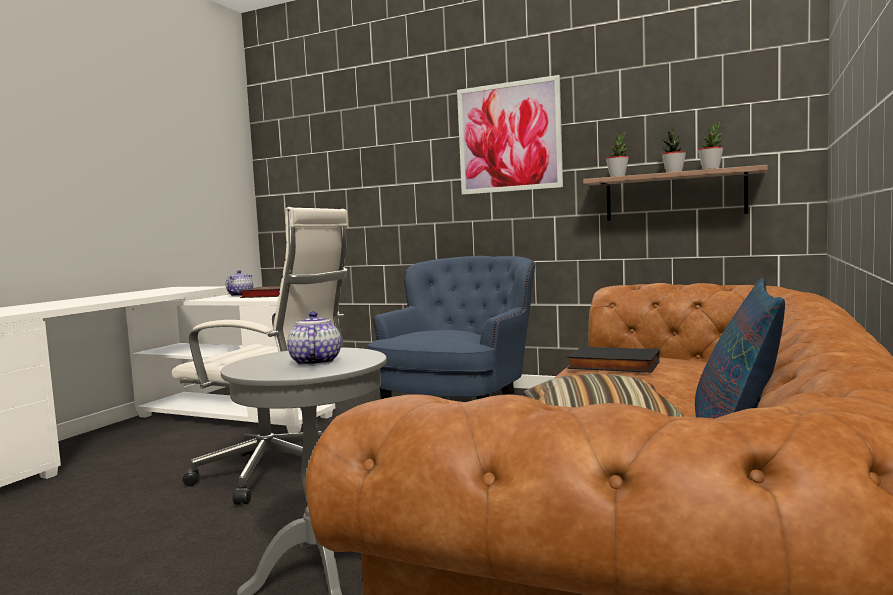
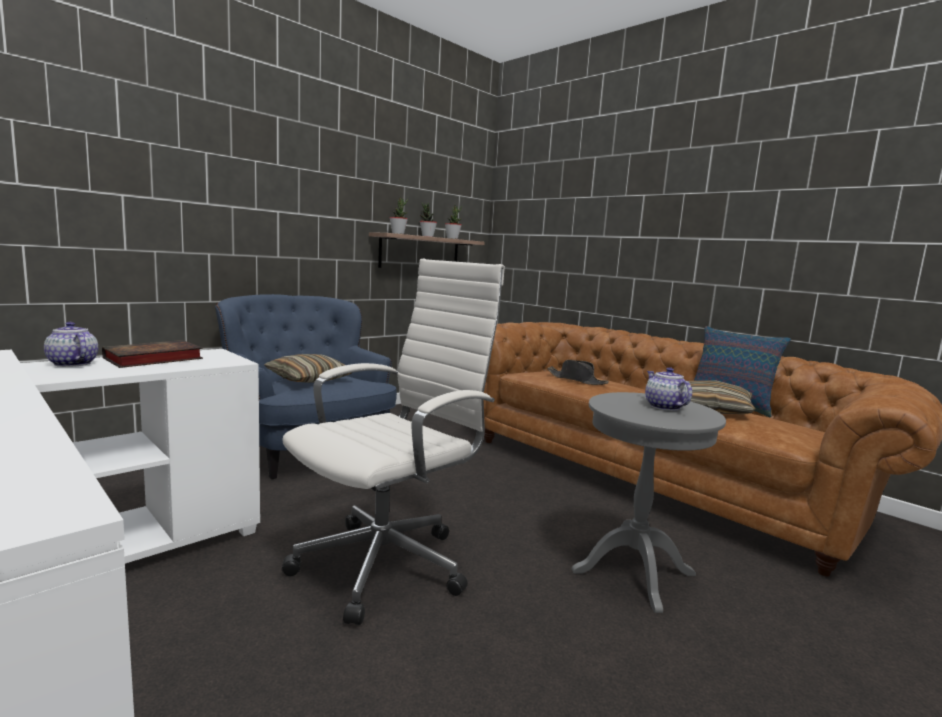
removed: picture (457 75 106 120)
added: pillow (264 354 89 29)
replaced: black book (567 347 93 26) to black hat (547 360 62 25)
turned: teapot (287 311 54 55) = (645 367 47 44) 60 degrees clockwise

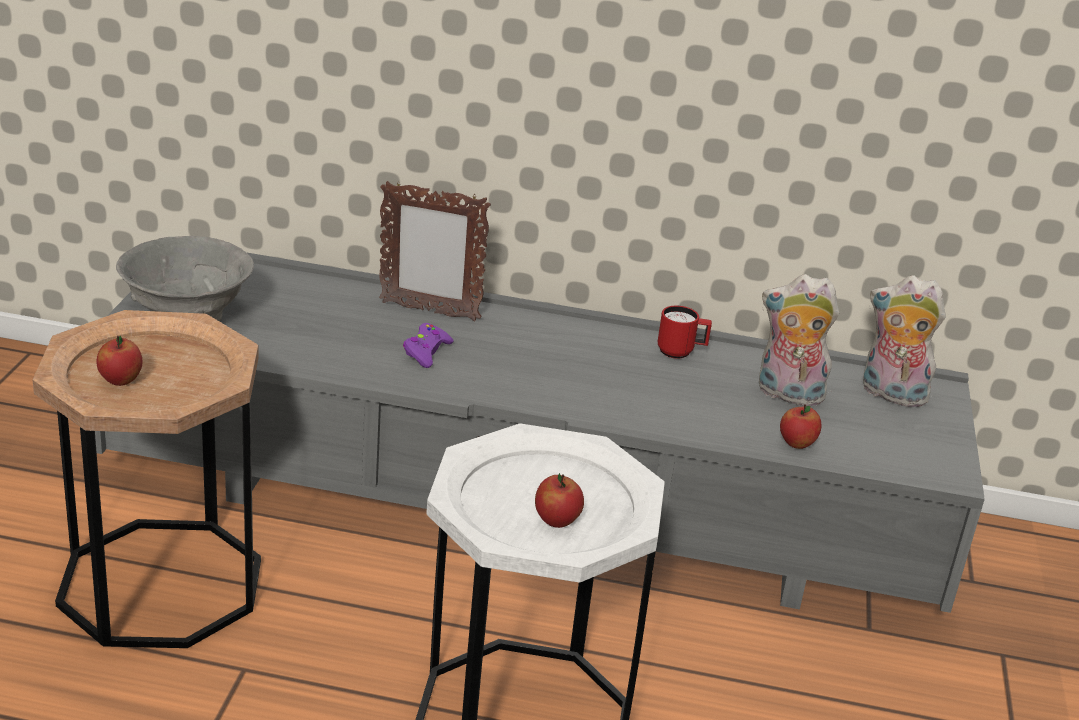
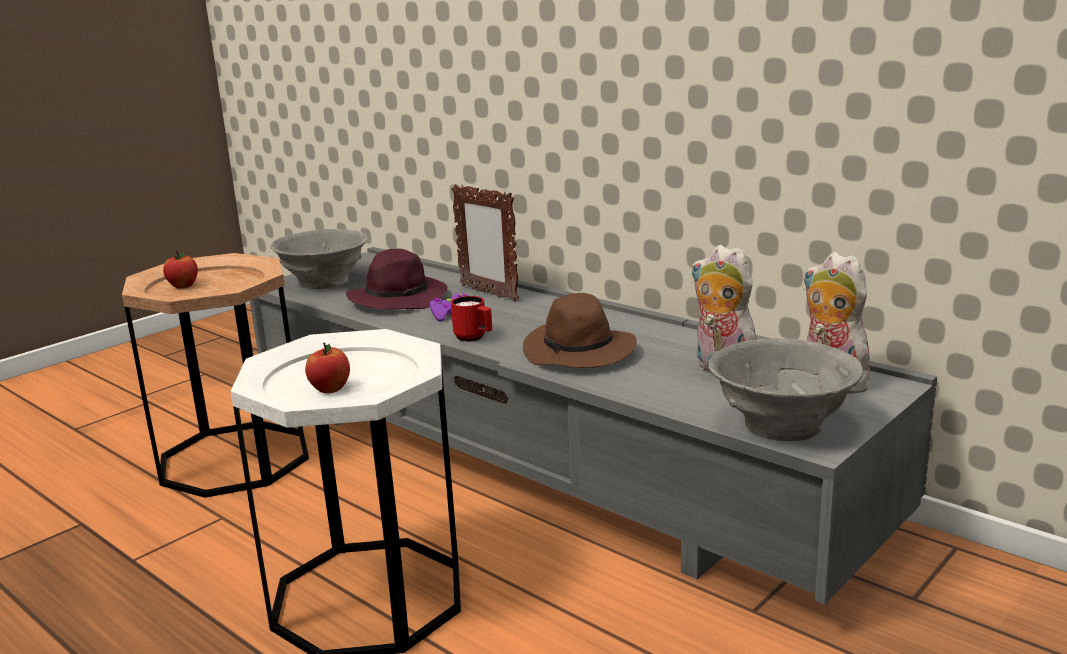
removed: apple (780 404 41 45)
added: purple hat (346 249 101 60); brown hat (523 293 114 75); grey bowl (708 338 155 103)
moved: red mug (658 306 54 53) to (451 296 41 45)

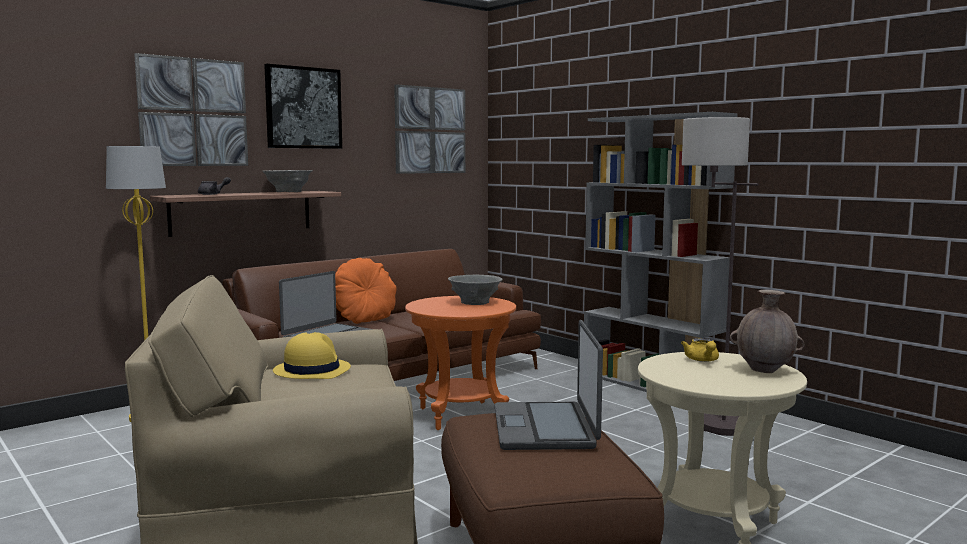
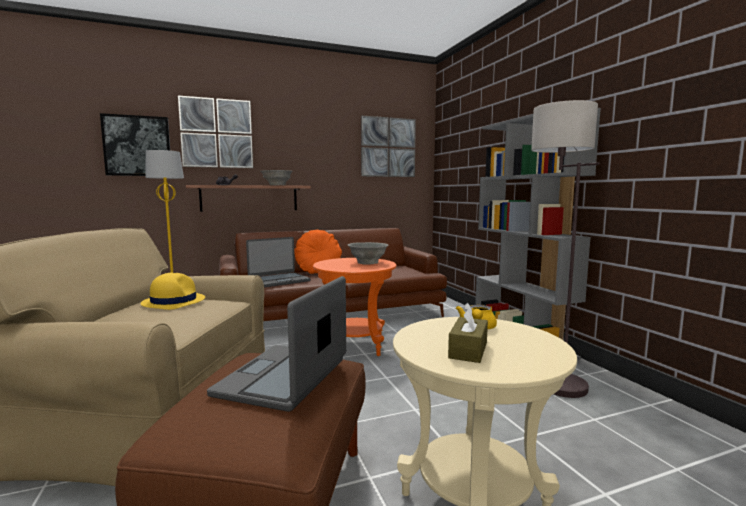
removed: brown vase (730 290 75 83)
added: brown tissue box (448 303 40 60)
moved: picture (264 64 78 85) to (100 113 70 63)

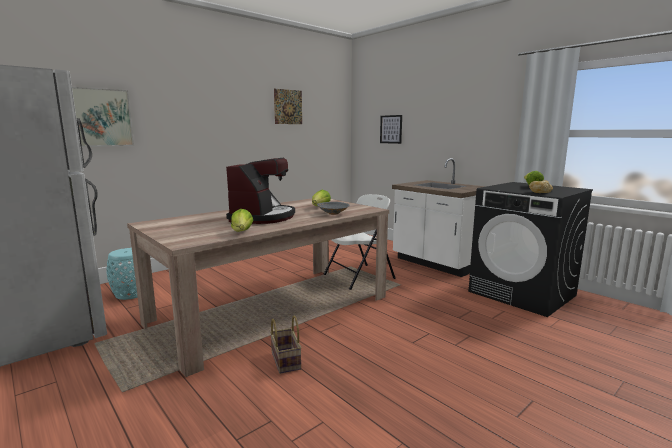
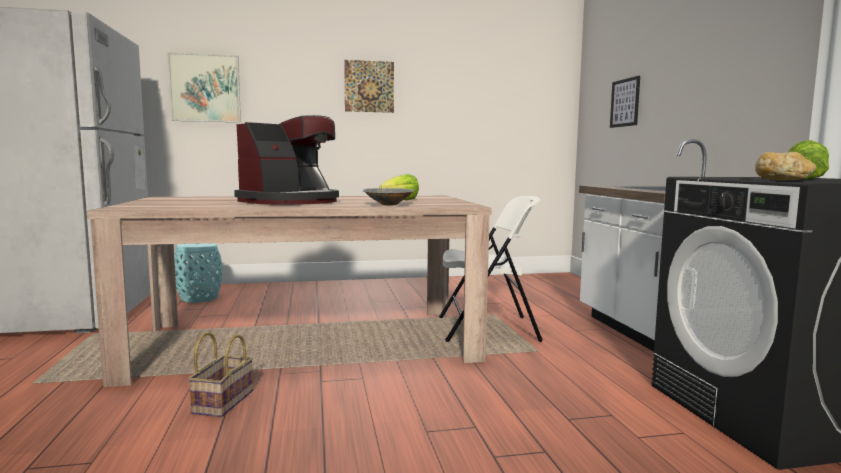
removed: lettuce (231 209 22 23)
moved: picture (274 89 28 35) to (344 60 50 53)

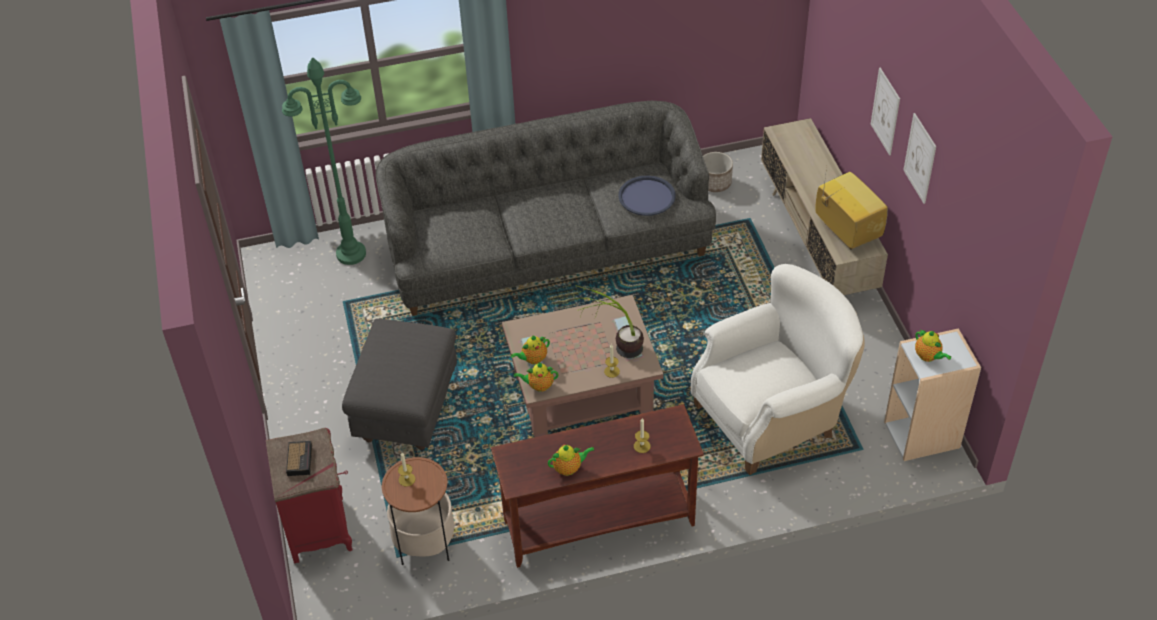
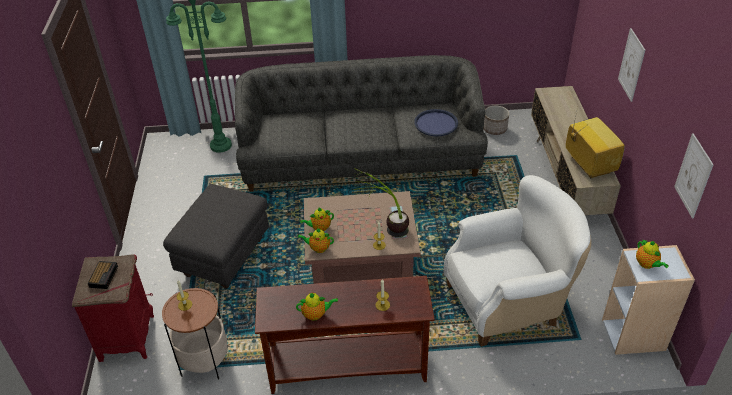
moved: picture (903 113 33 91) to (674 133 40 85)

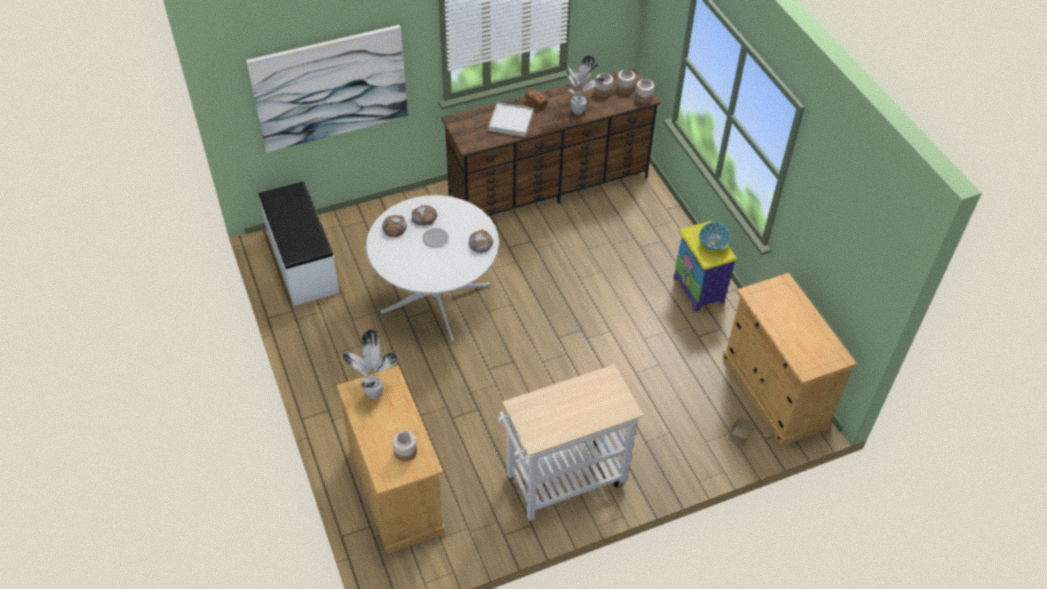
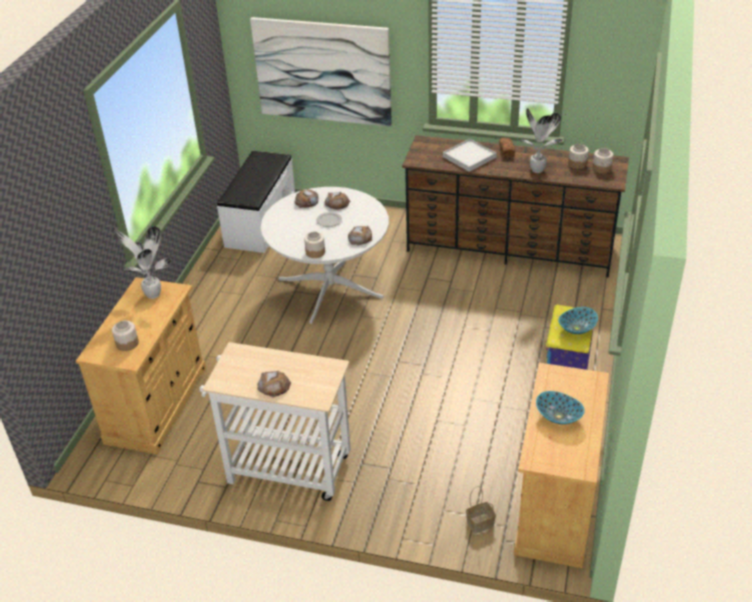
added: bread (257 371 34 27); bowl (536 391 49 33)
moved: jar (635 79 19 24) to (304 232 21 26)

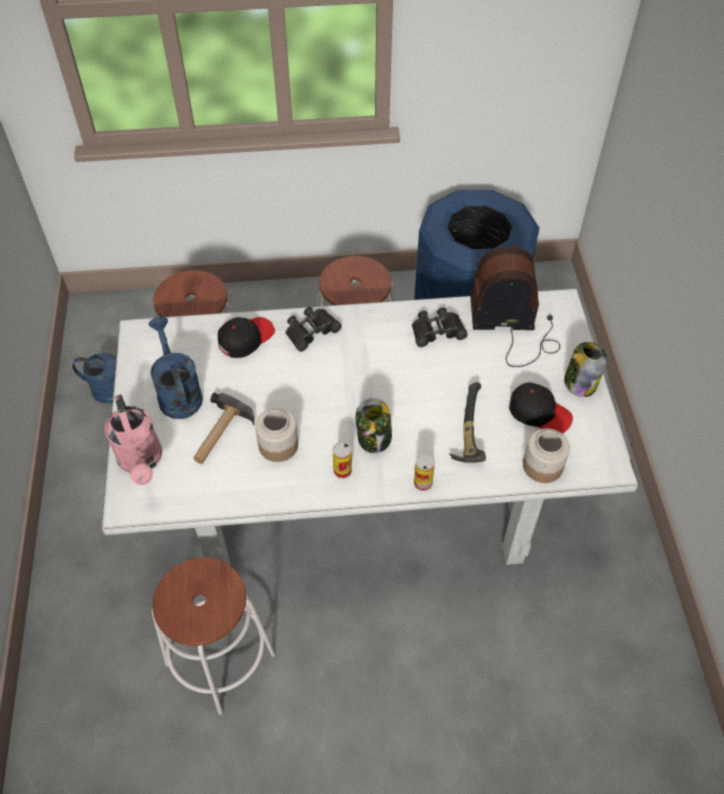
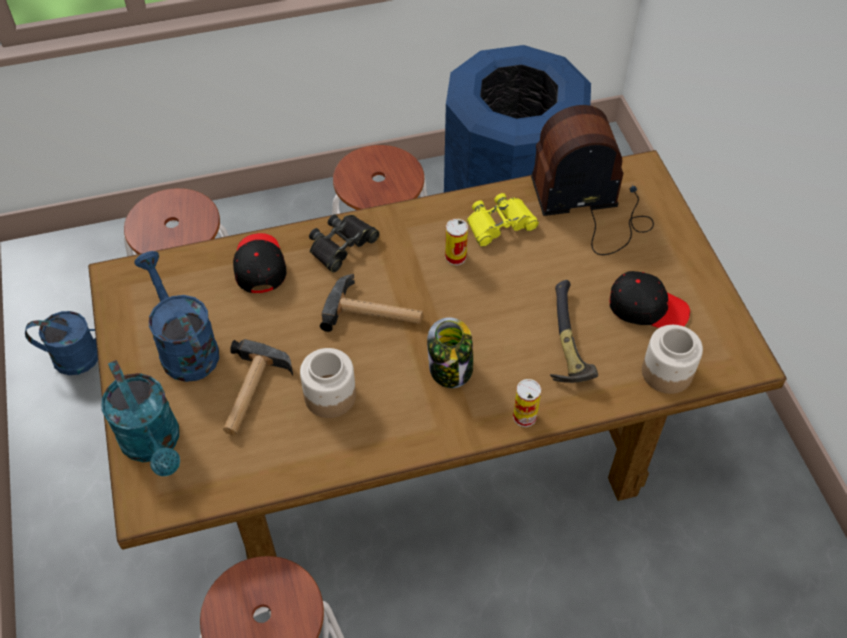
removed: jar (564 342 43 55)
added: hammer (320 274 103 58)
moved: can (333 441 19 38) to (445 219 23 47)
recoloured: white dining table (102 289 536 277) to brown dining table (88 150 699 409); pink watering can (104 394 58 91) to turquoise watering can (102 360 78 116); black binoculars (412 307 56 40) to yellow binoculars (467 193 72 54)
turned: black cap (218 317 57 41) = (233 233 54 60) 45 degrees counterclockwise

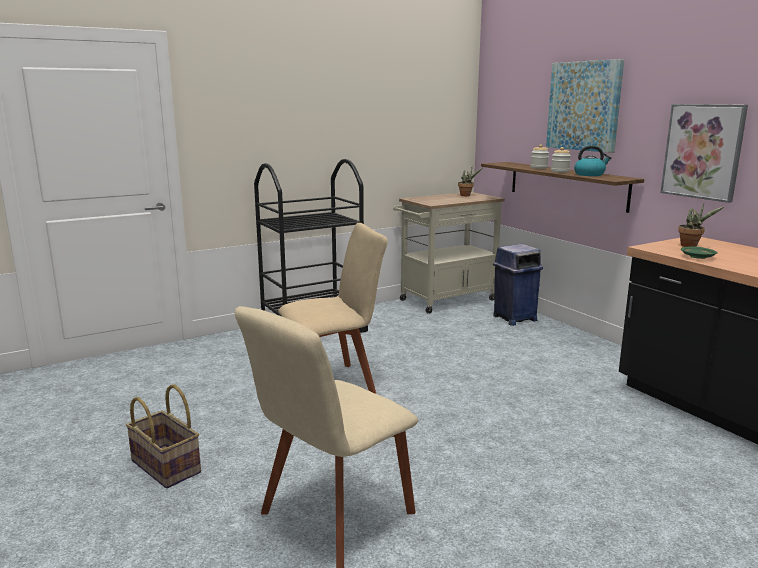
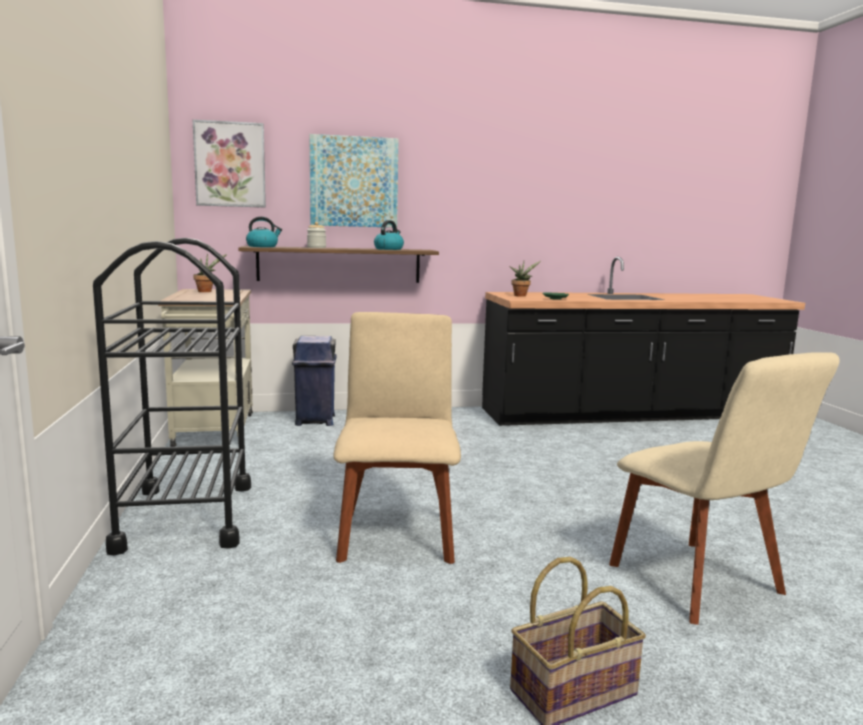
removed: jar (551 147 20 26)
added: kettle (246 217 36 30)
moved: picture (660 104 88 99) to (192 119 74 89)

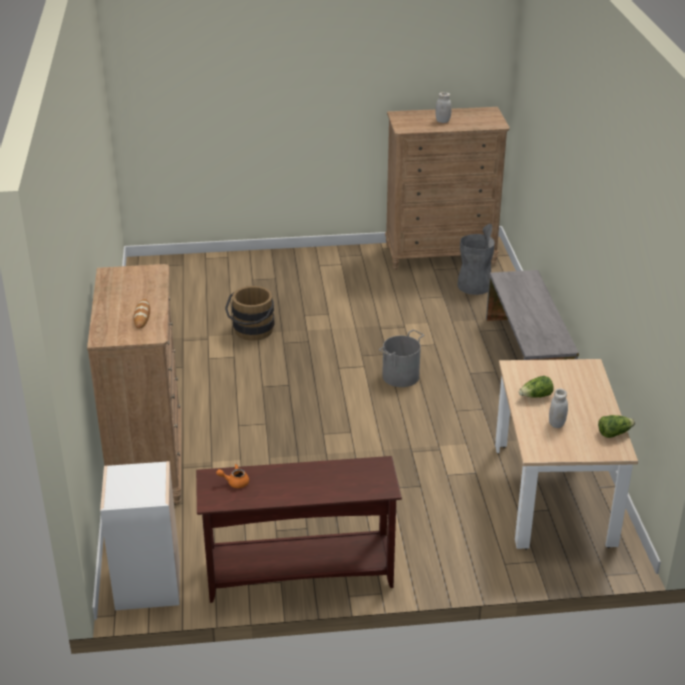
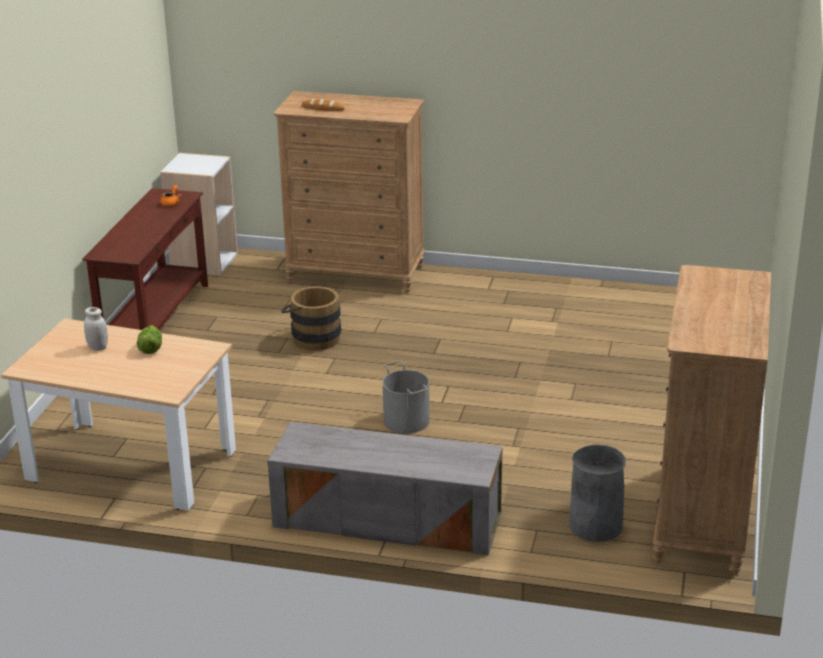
removed: white jar (436 92 16 31); lettuce (598 415 37 23)
moved: brown bucket (225 286 49 55) to (281 286 60 65)

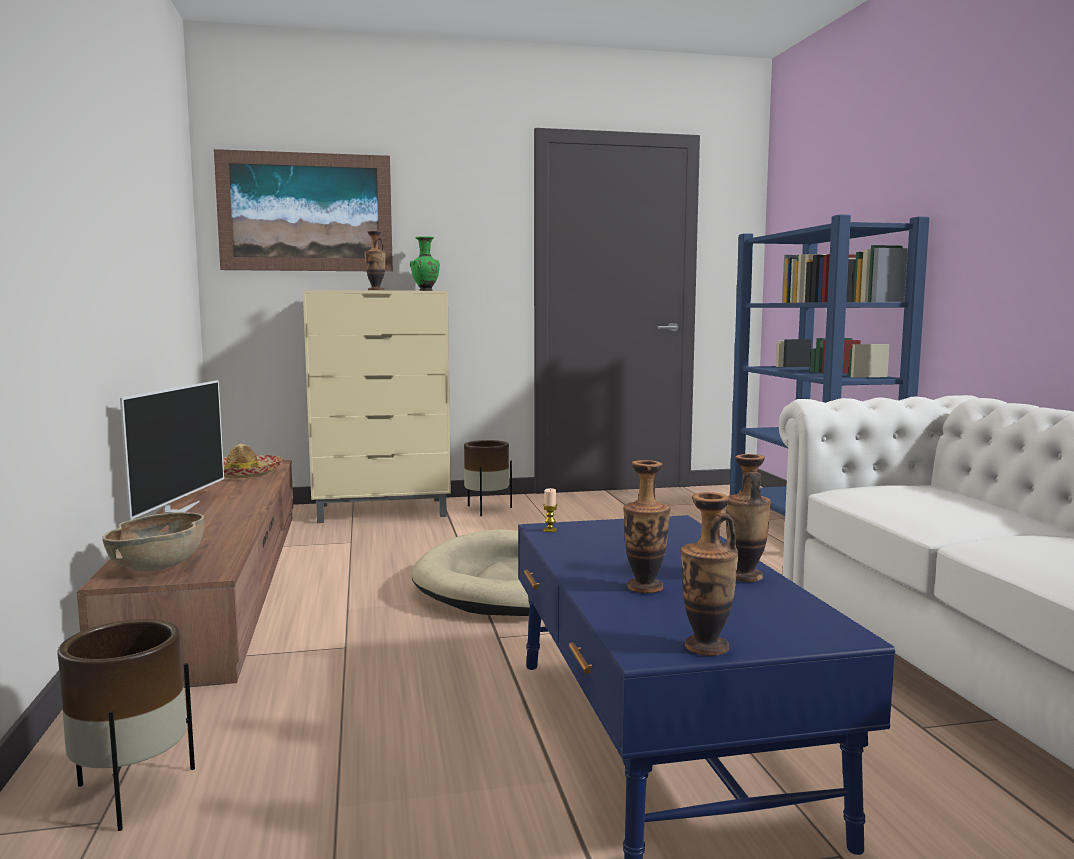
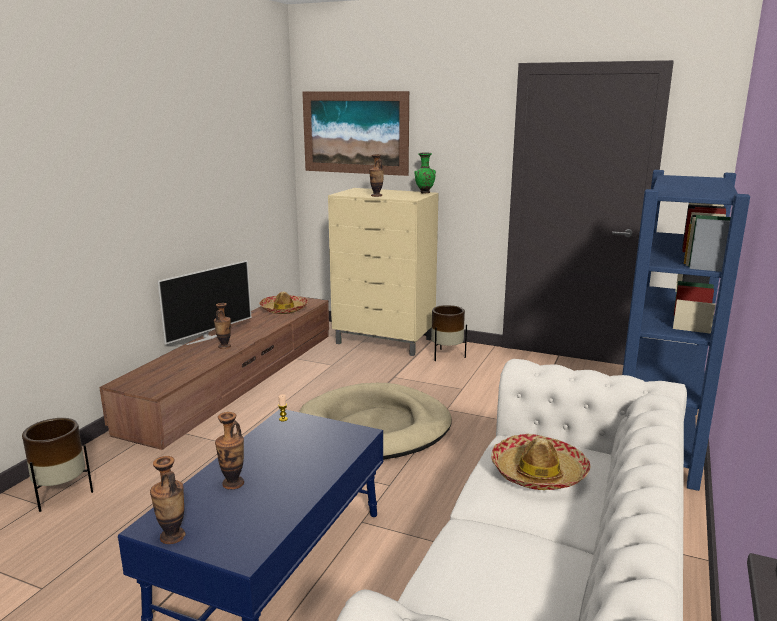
removed: brown bowl (102 512 102 60)
added: hat (491 434 100 56)
moved: vase (726 454 45 128) to (214 303 17 46)

